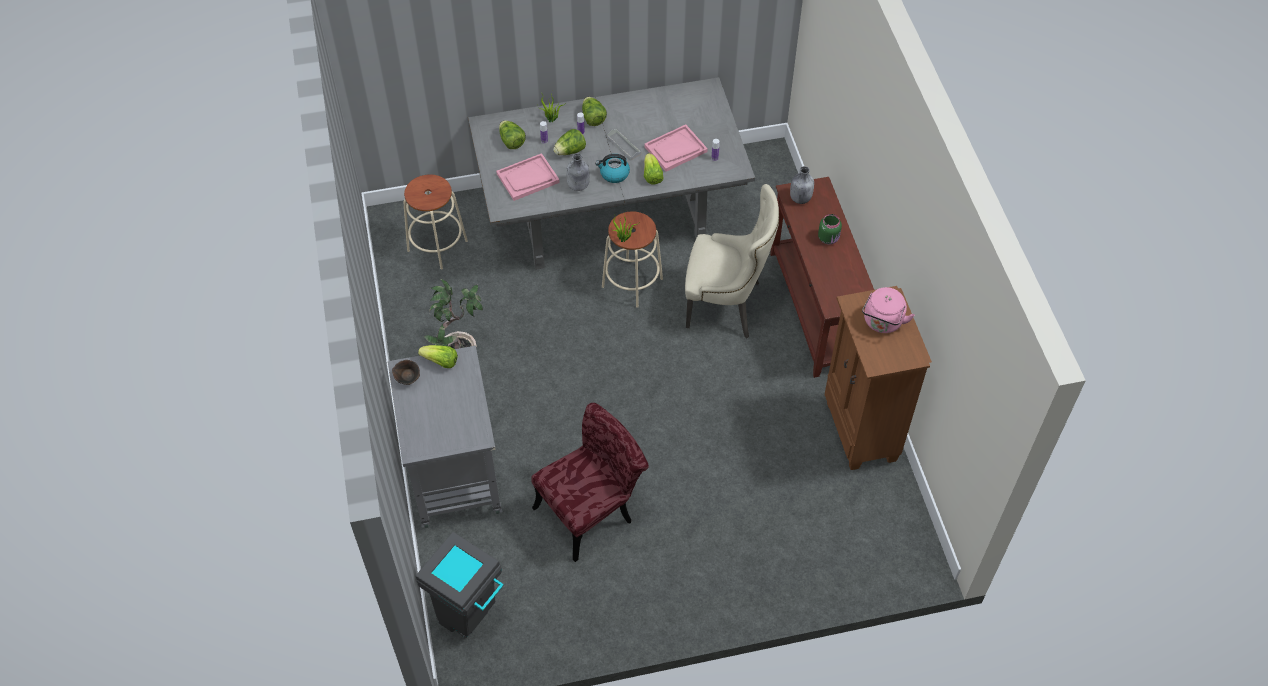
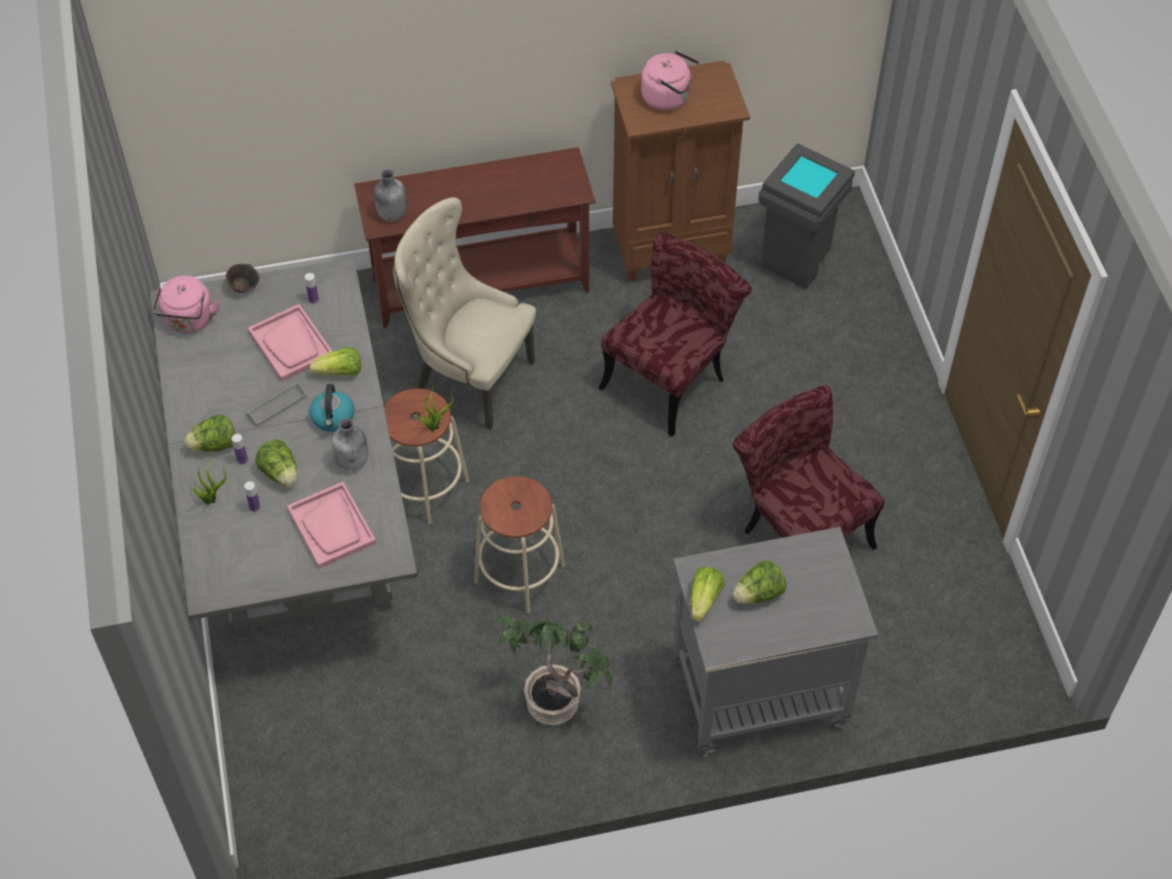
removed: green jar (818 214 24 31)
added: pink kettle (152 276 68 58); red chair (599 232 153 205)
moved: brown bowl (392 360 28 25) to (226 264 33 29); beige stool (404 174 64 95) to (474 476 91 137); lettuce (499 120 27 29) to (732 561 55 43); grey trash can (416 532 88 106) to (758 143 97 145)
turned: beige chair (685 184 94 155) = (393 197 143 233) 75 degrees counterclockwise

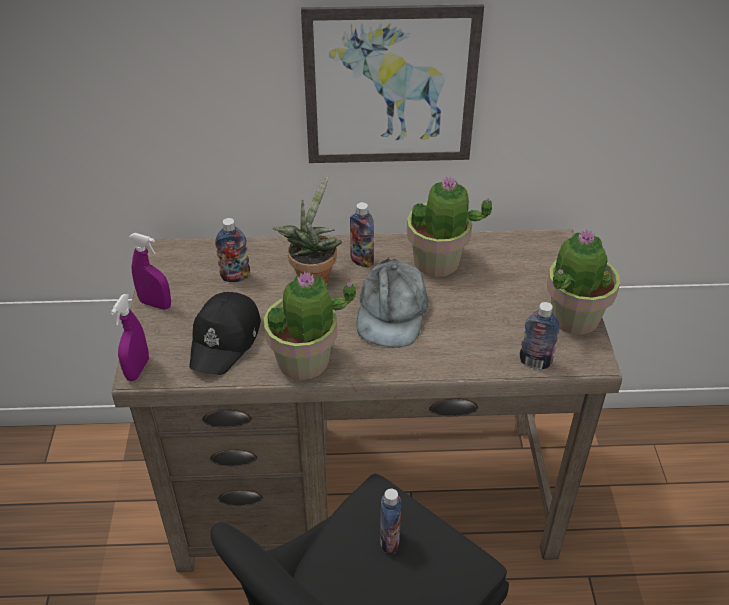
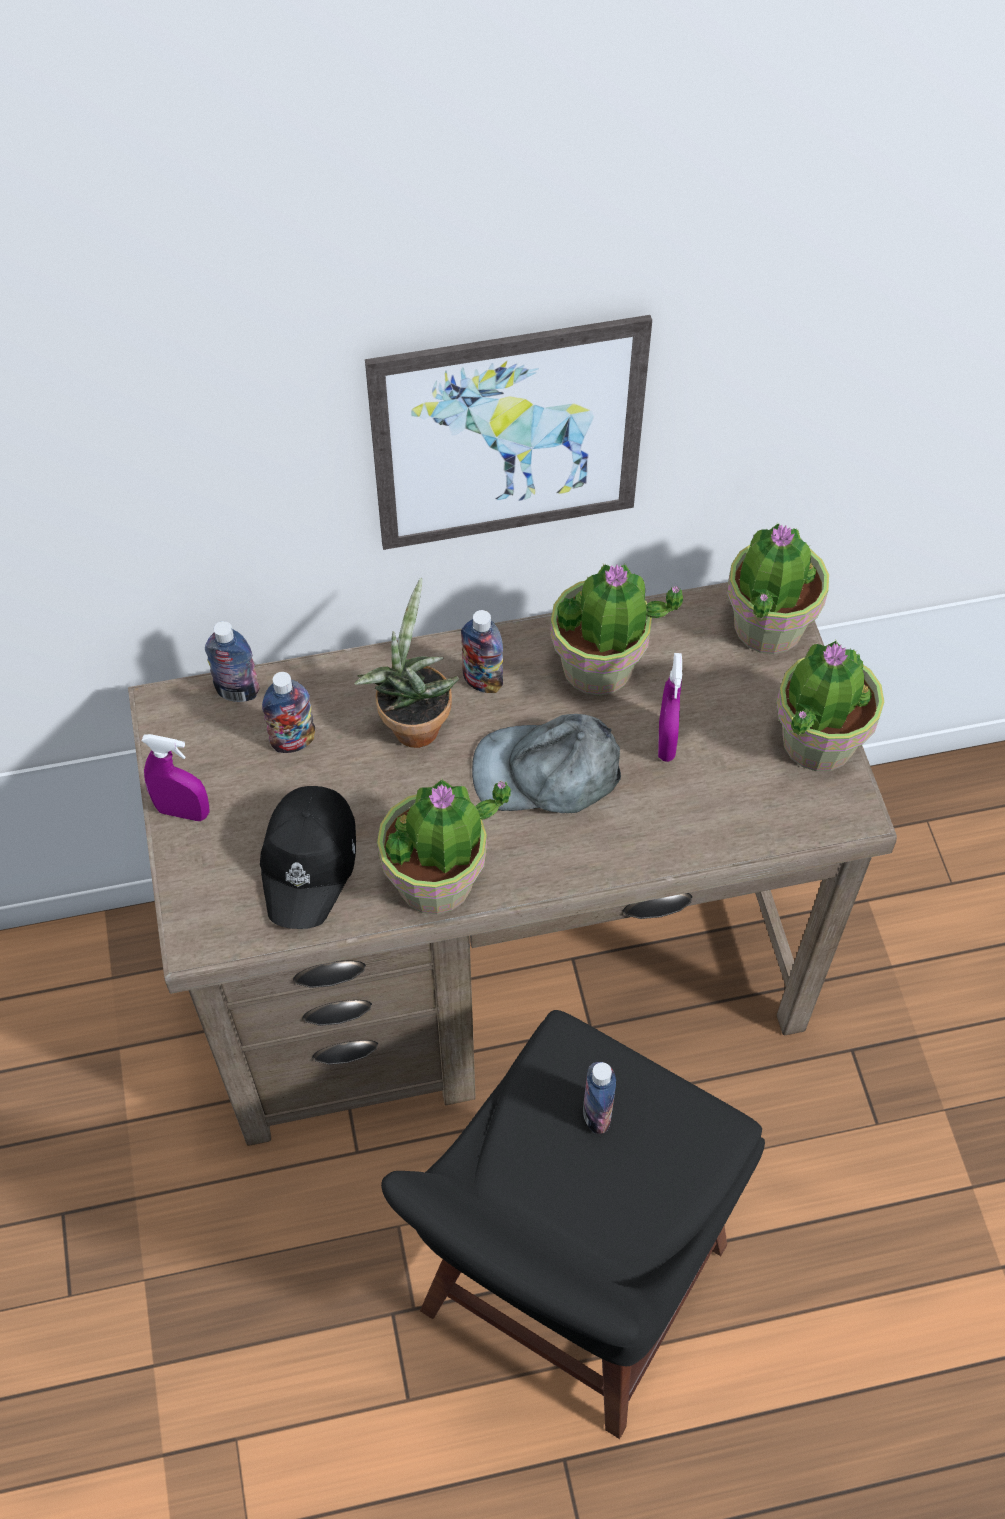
added: potted plant (727 522 102 132)
moved: bottle (520 302 40 67) to (205 621 55 81); purple spray bottle (111 294 38 87) to (658 653 24 109)
turned: grey cap (357 257 71 91) = (472 714 149 99) 90 degrees clockwise

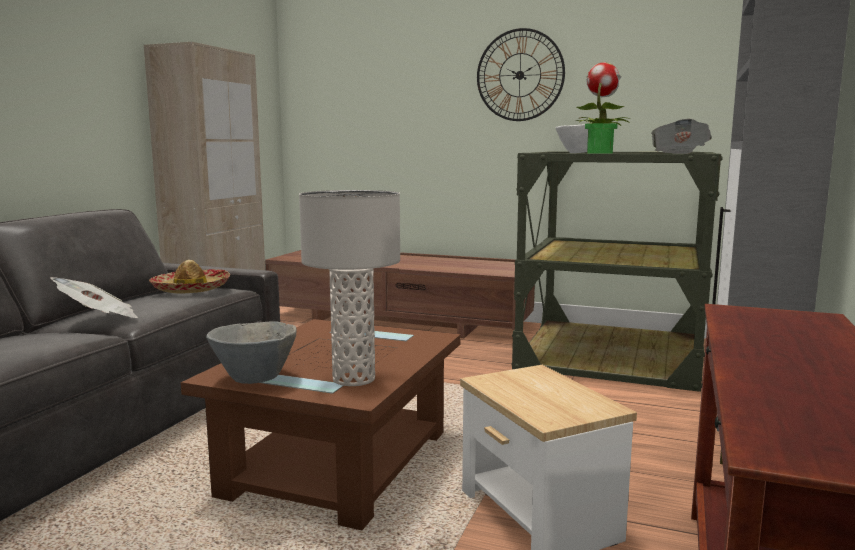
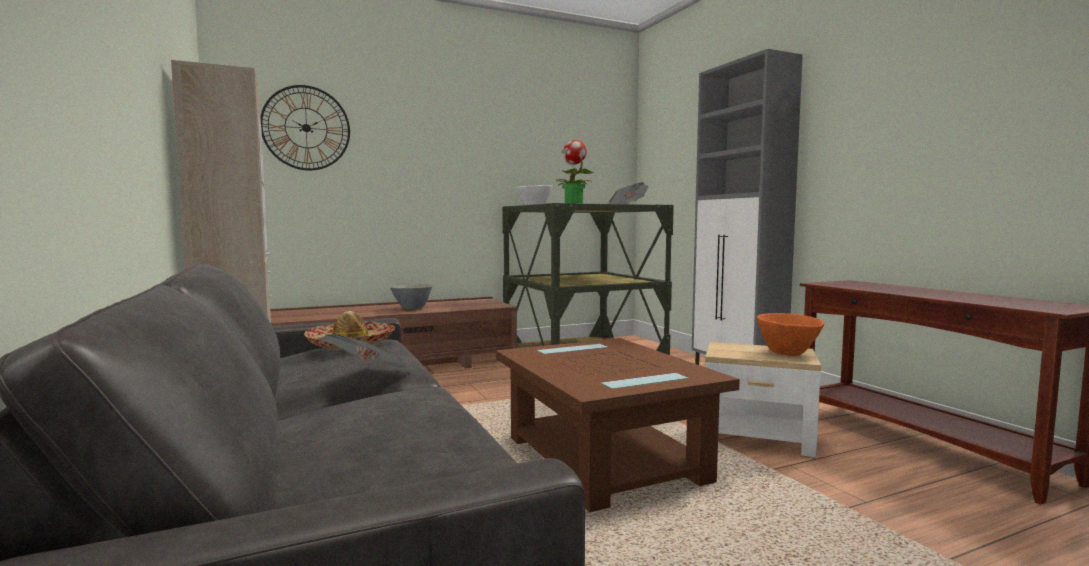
removed: white table lamp (299 190 101 196)
added: orange bowl (757 313 67 43)
moved: wall clock (477 28 88 93) to (260 85 90 86); grey bowl (206 322 91 62) to (390 284 42 26)

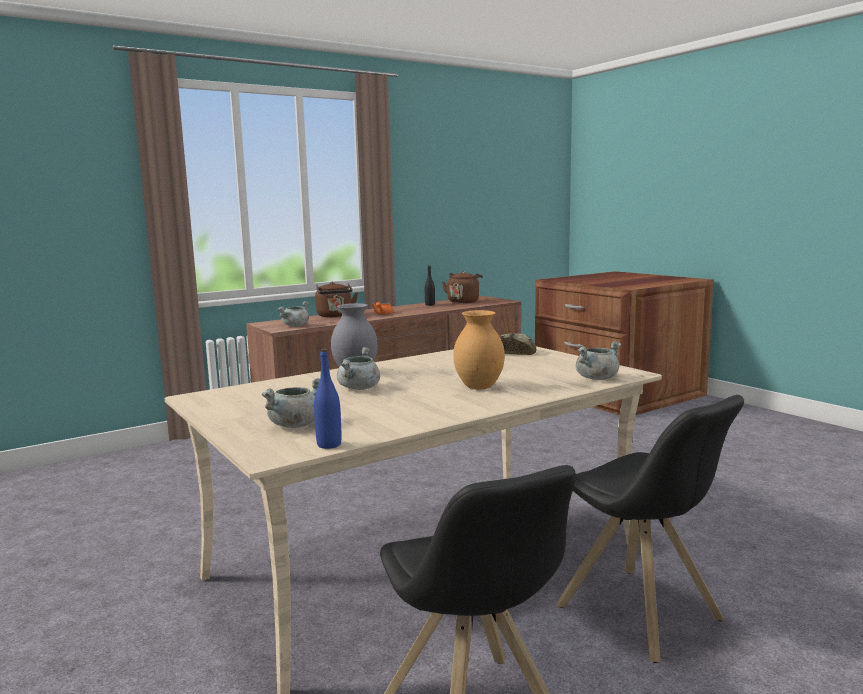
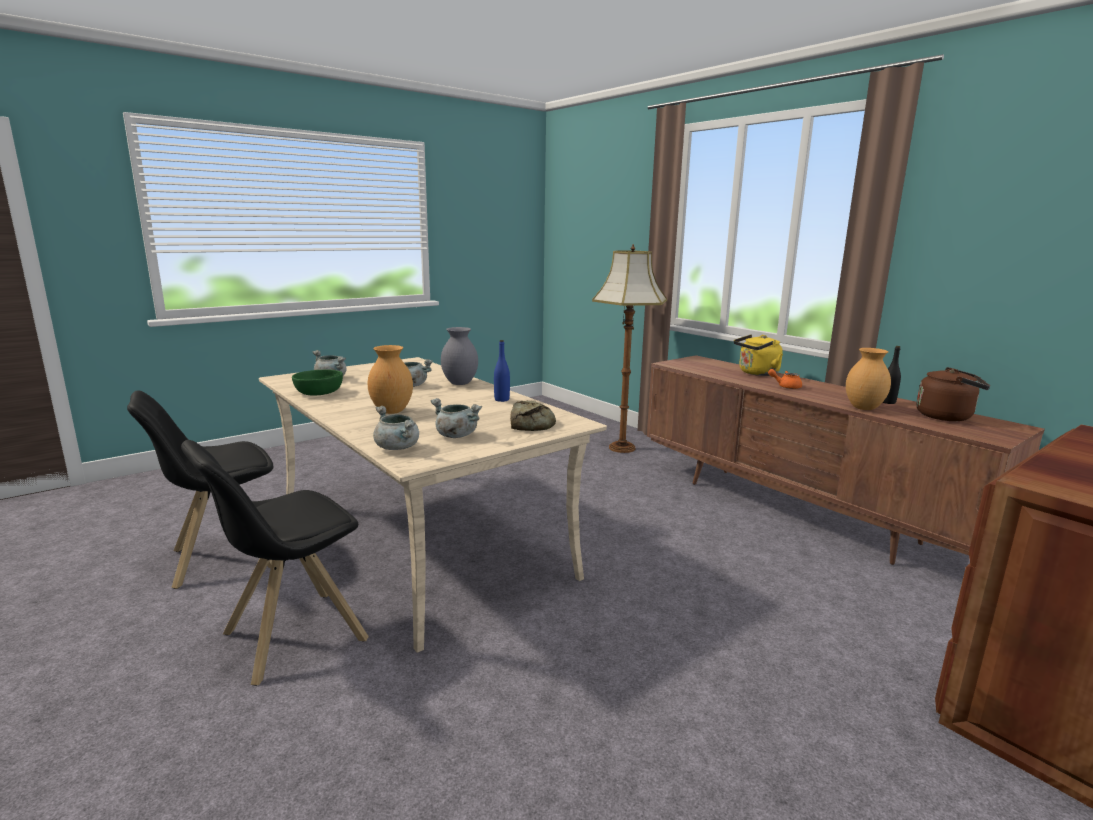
added: green bowl (292 370 51 25); floor lamp (592 244 75 209); brown vase (846 348 45 62)
moved: grey cooking pot (277 301 32 26) to (430 398 52 40); blue bottle (314 349 27 100) to (494 340 16 62)
recoloured: brown kettle (315 282 43 35) to yellow kettle (734 334 49 42)

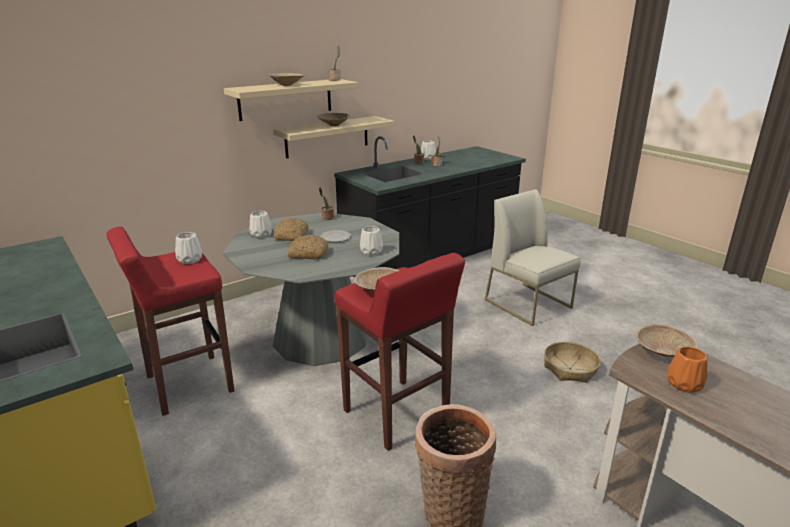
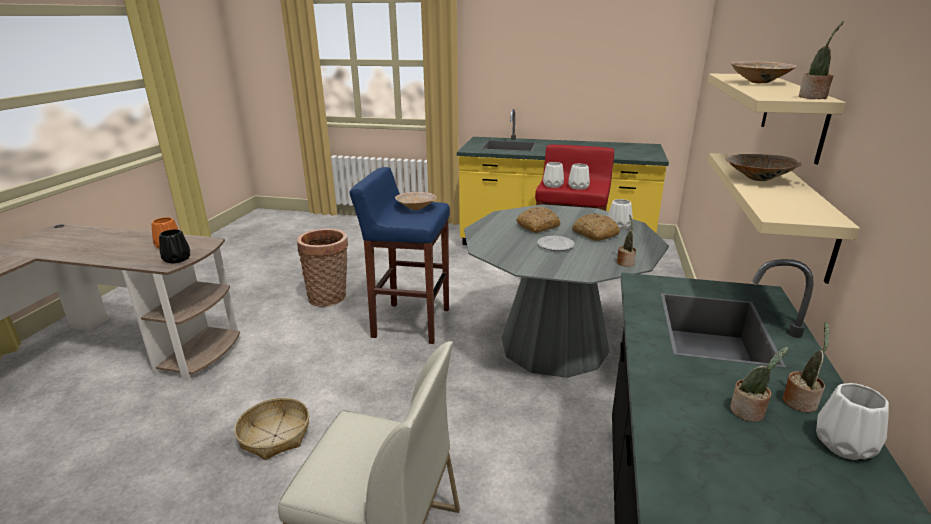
moved: white vase (360 226 23 30) to (543 162 21 26)
replaced: beige bowl (636 324 62 33) to black vase (159 229 31 35)
recoloured: red stool (334 253 131 198) to blue stool (349 167 101 177)

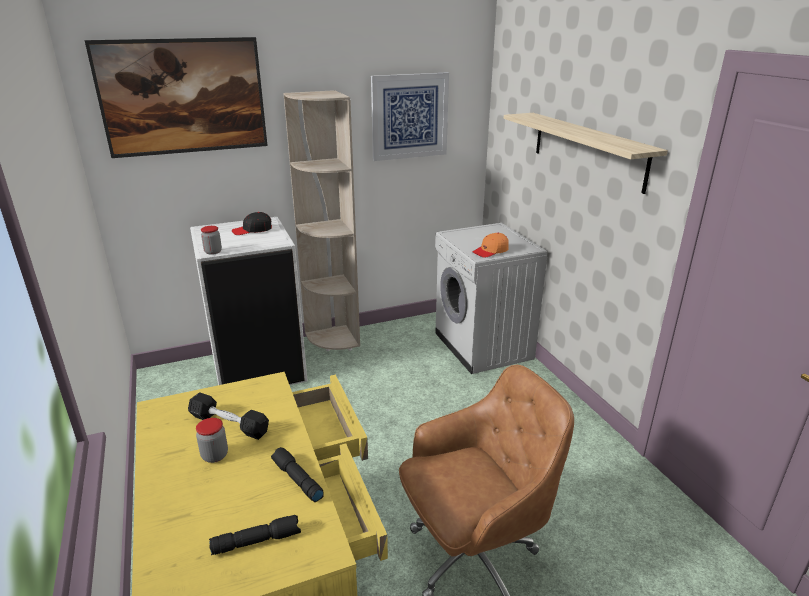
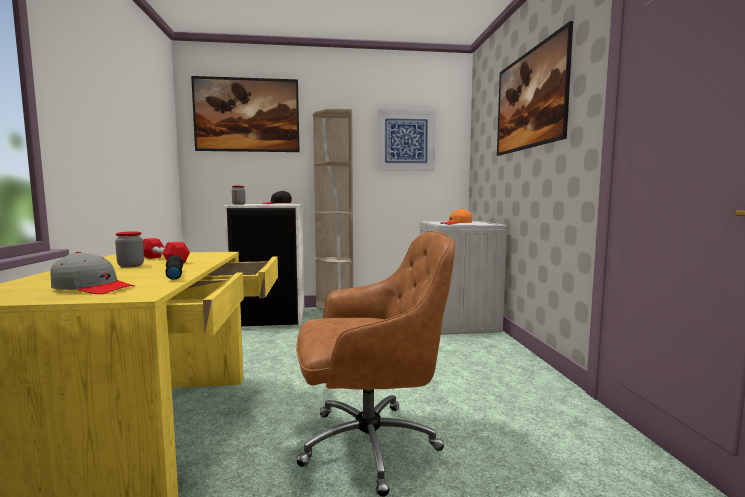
replaced: black flashlight (209 515 92 40) to grey cap (51 252 83 42); shelf (504 113 164 81) to picture (497 21 76 135)
recoloured: black dumbbell (188 392 81 48) to red dumbbell (143 238 47 25)

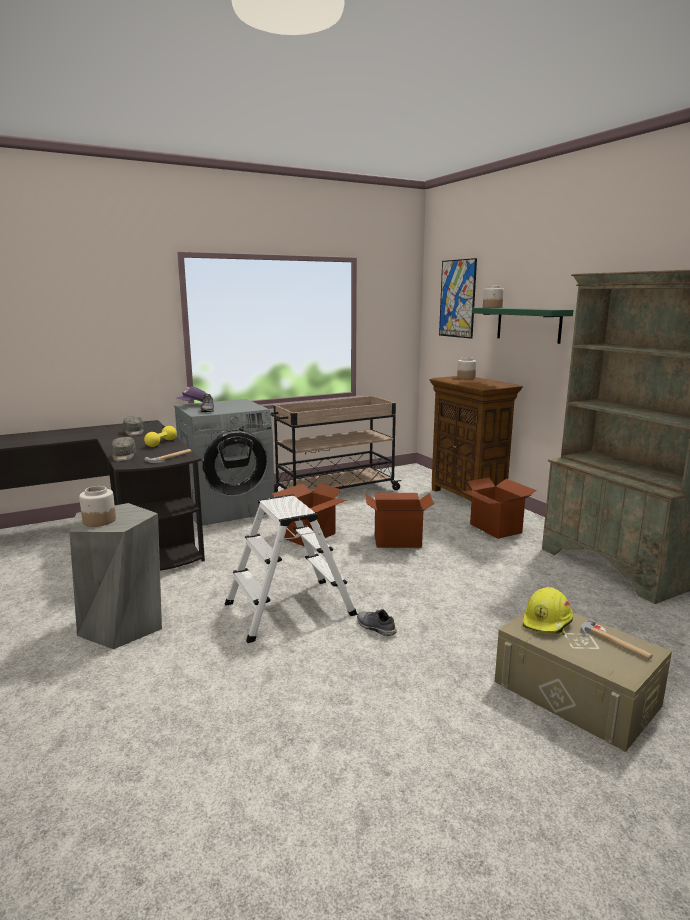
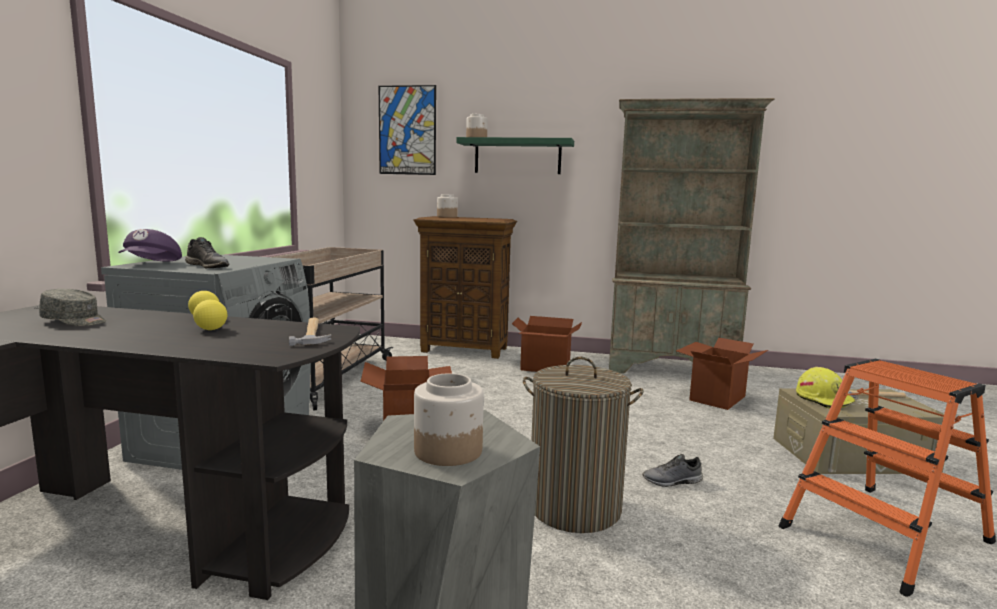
removed: grey cap (112 437 24 24)
added: orange step ladder (779 359 217 238)
moved: cardboard box (365 493 69 55) to (676 337 92 73)
replaced: white step ladder (225 494 132 149) to laundry basket (523 357 121 176)

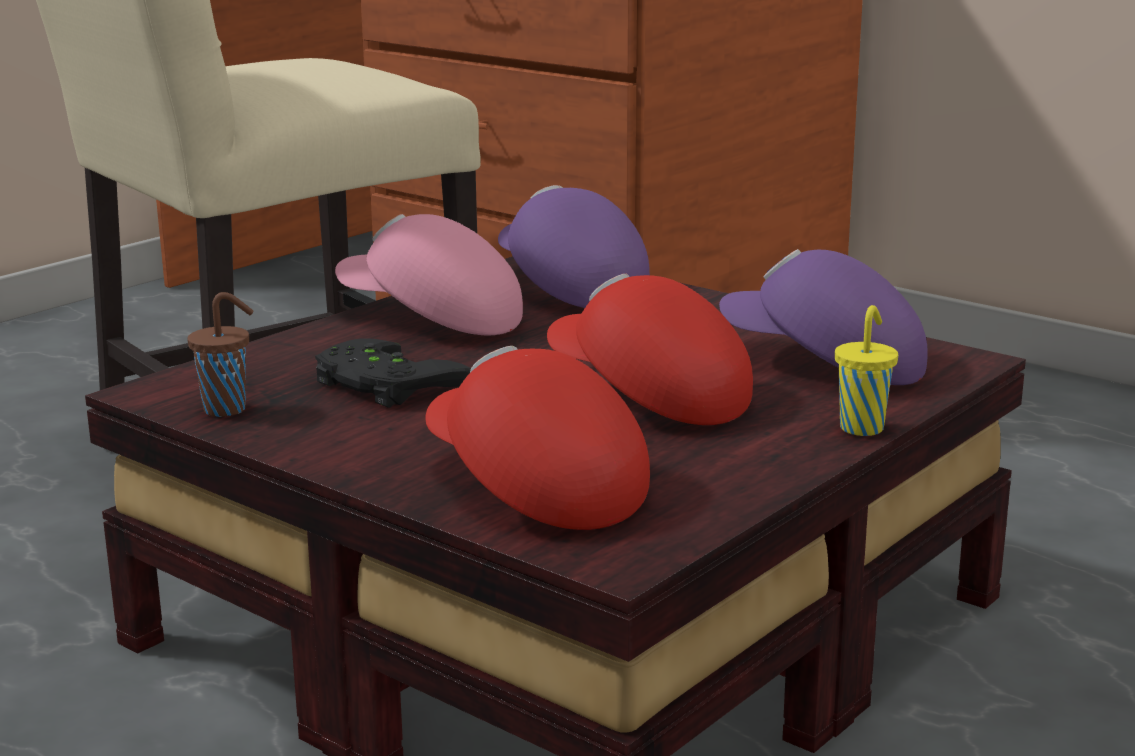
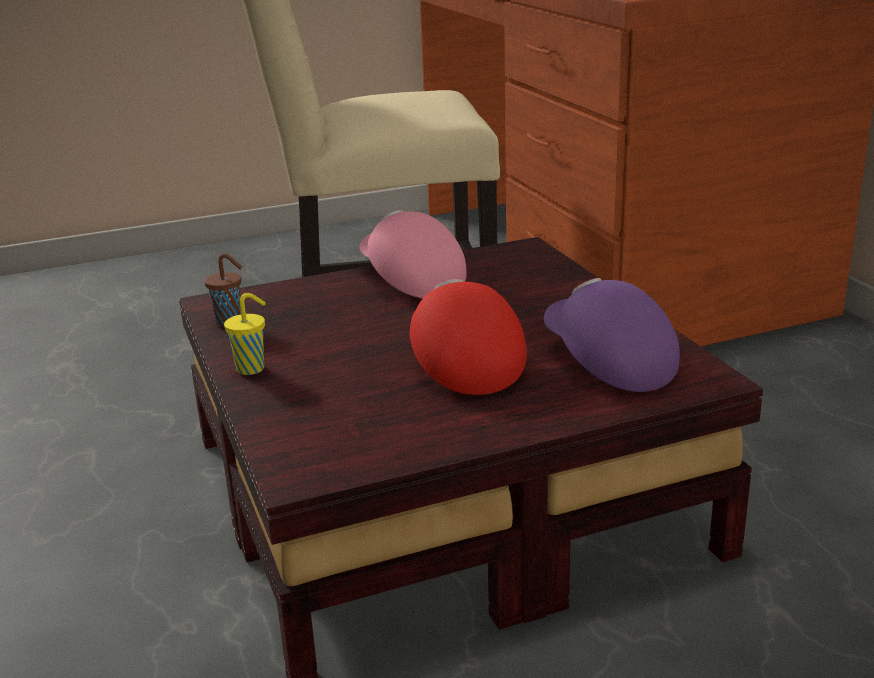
removed: black game controller (315 339 156 69); red cap (425 346 225 184); purple cap (498 185 152 123)
moved: yellow cup (835 305 63 131) to (224 293 42 82)

